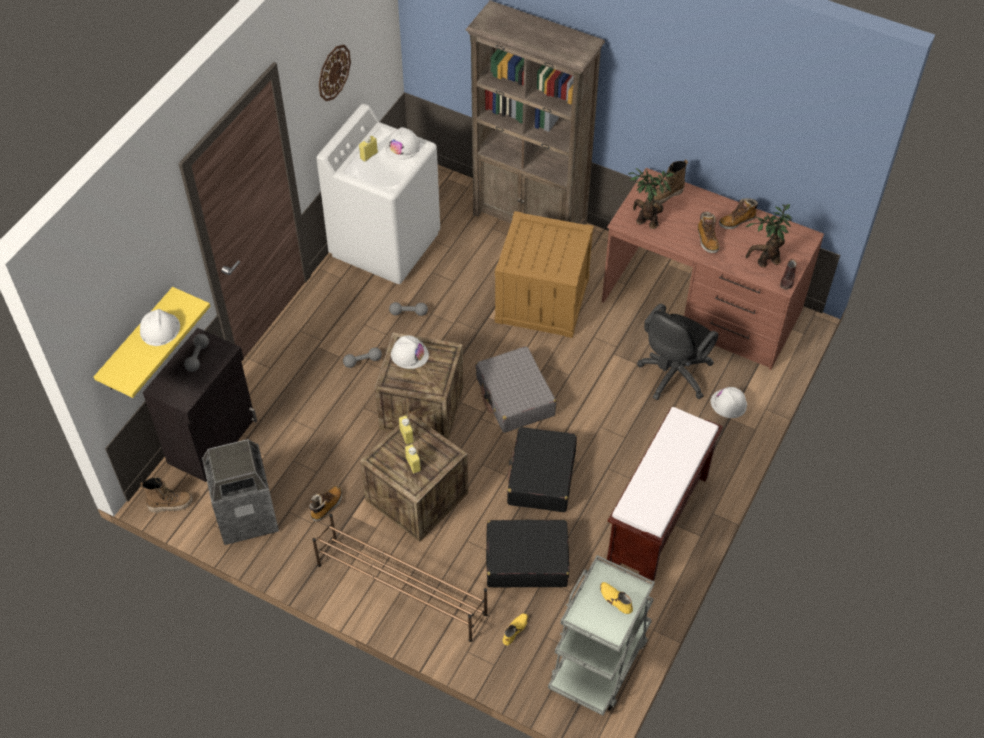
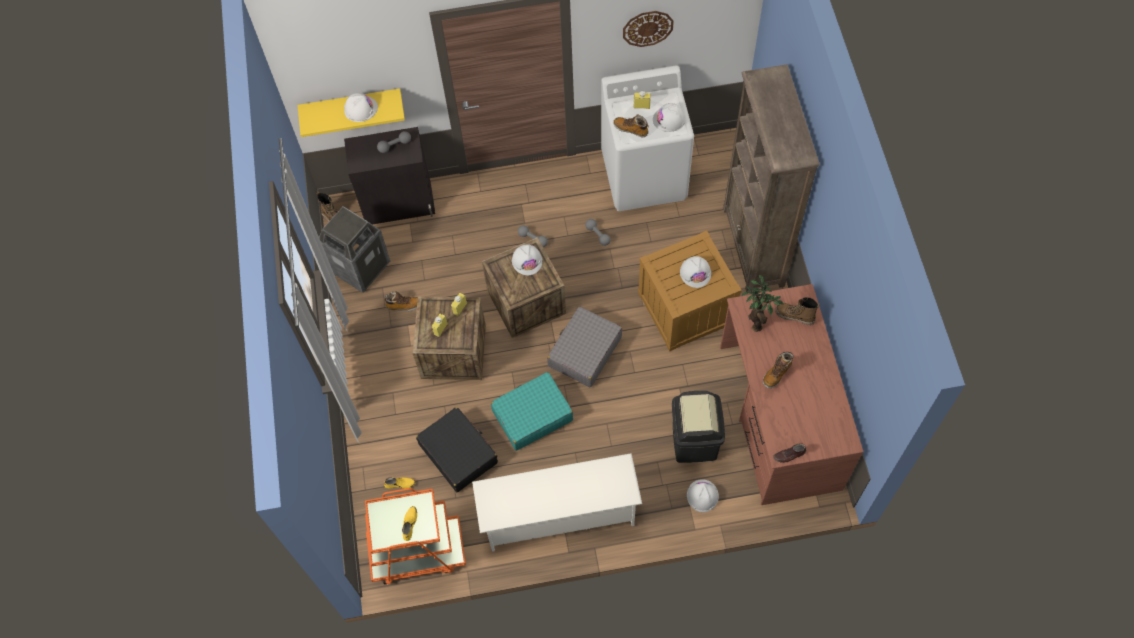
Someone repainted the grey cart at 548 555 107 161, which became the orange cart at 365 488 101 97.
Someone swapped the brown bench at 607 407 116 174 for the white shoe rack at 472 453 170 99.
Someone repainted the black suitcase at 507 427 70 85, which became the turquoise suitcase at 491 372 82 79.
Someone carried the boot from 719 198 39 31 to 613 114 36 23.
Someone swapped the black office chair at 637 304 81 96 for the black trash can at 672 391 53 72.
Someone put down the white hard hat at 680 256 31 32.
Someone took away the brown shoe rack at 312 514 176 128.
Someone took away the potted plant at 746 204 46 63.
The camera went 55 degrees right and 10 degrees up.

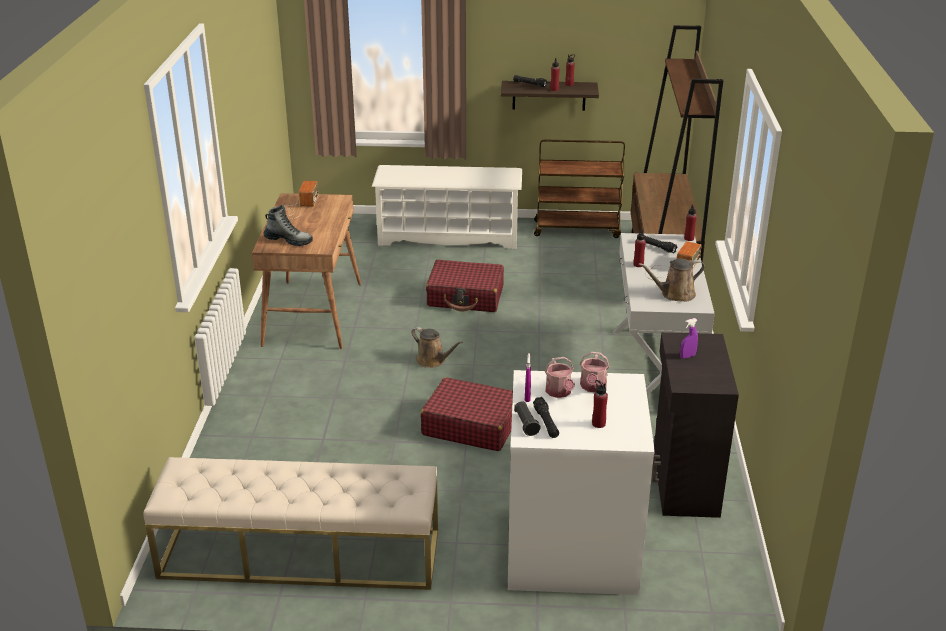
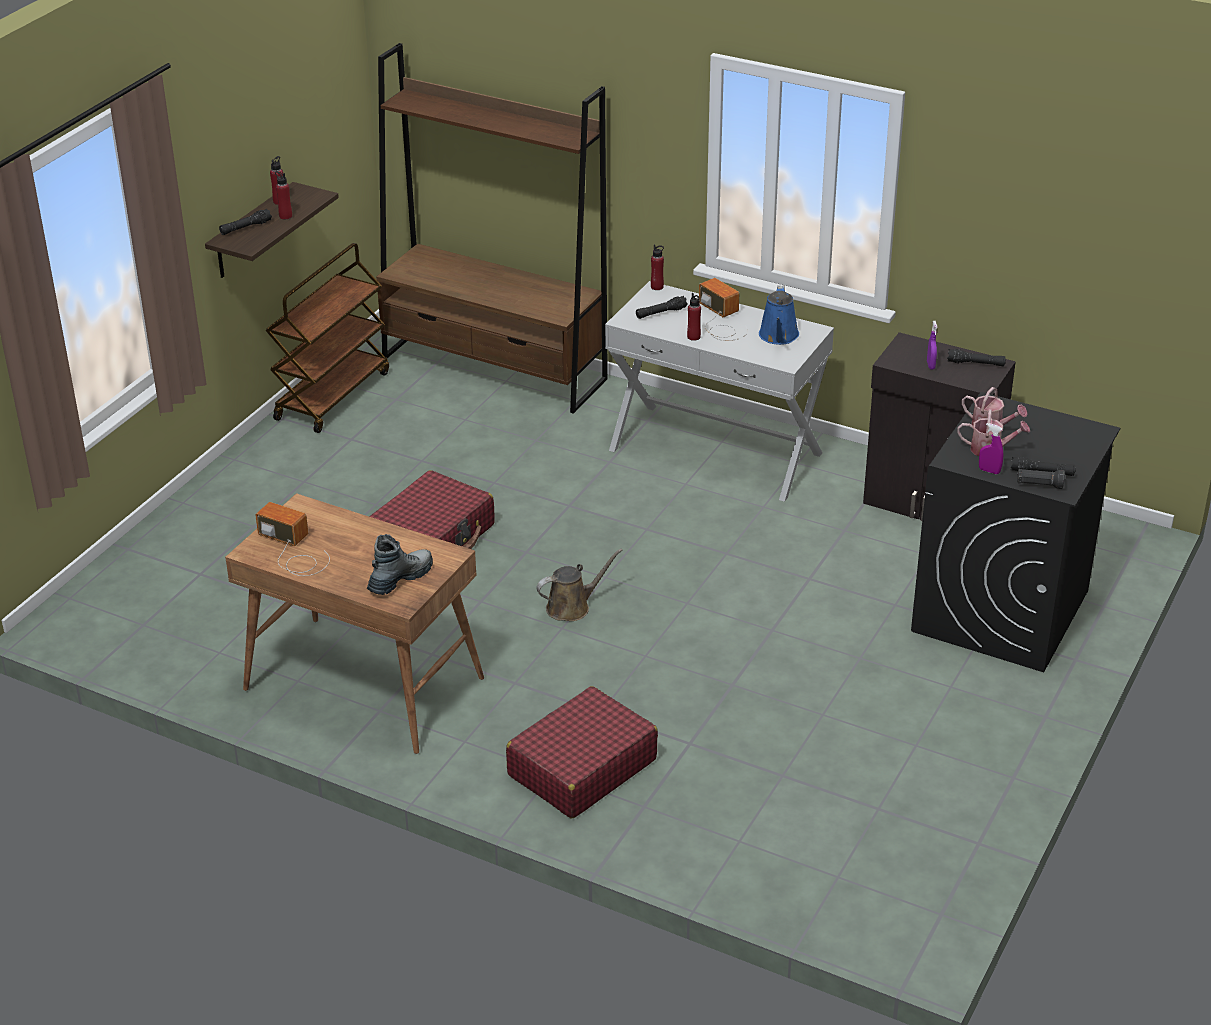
Someone carried the red suitcase from 420 377 93 74 to 506 686 152 132.
Someone repainted the brown watering can at 638 258 67 44, which became the blue watering can at 759 285 40 60.
Someone repainted the white washing machine at 508 370 147 225, which became the black washing machine at 911 392 209 280.
Someone put down the black flashlight at 947 349 59 17.
Someone took away the beige bench at 144 457 294 133.
Someone took away the white shoe rack at 372 165 150 84.
Someone took away the red bottle at 592 380 16 48.
The camera went 65 degrees left and 5 degrees up.

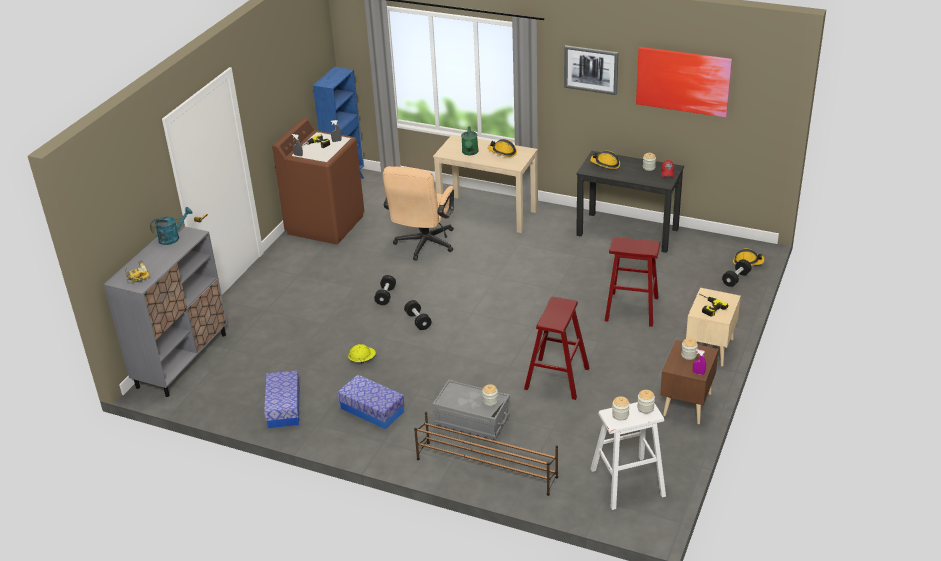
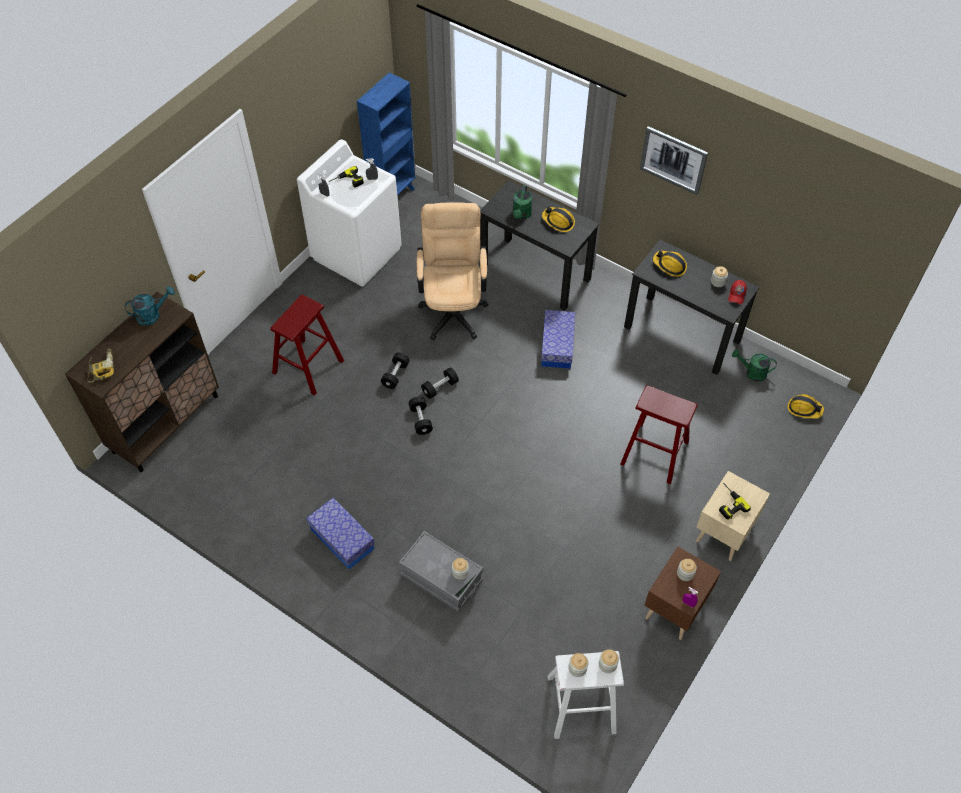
Someone repainted the grey cabinet at 103 225 124 172, which became the brown cabinet at 65 292 154 180.
Someone carried the red stool from 524 297 65 103 to 270 295 74 100.
Someone repainted the brown washing machine at 272 118 92 126, which became the white washing machine at 297 139 105 147.
Someone rotated the beige office chair at 383 166 71 94 by 150 degrees clockwise.
Someone carried the black dumbbell from 722 259 30 28 to 421 368 38 31.
Someone repainted the beige desk at 433 135 105 98, which became the black desk at 480 181 119 130.
Someone carried the storage box from 264 370 36 58 to 541 310 34 59.
Someone put down the green watering can at 732 350 45 32.
Someone took away the yellow hard hat at 348 344 28 20.
Someone took away the brown shoe rack at 414 412 144 84.
Someone took away the picture at 636 47 96 70.
The camera went 10 degrees right and 20 degrees up.

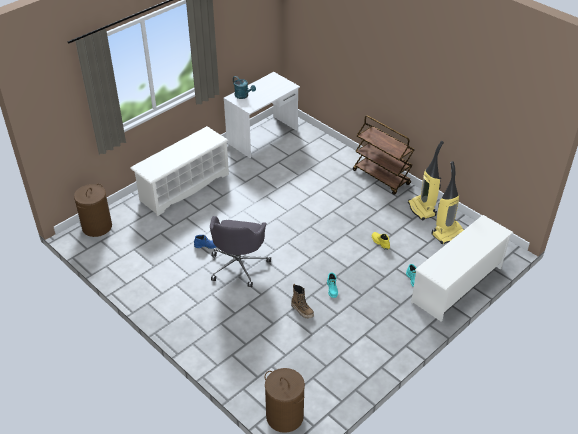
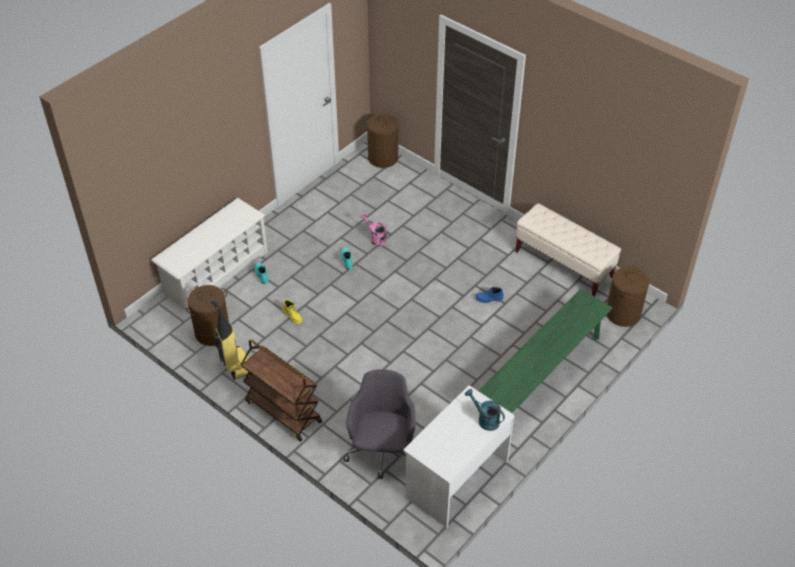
Someone swapped the vacuum cleaner at 431 161 34 83 for the brown laundry basket at 186 285 43 61.
Someone carried the grey office chair from 210 216 61 71 to 344 369 72 110.
Someone swapped the boot at 291 284 23 34 for the pink watering can at 360 213 29 33.
Someone swapped the white shoe rack at 130 126 99 91 for the green bench at 478 289 135 124.
Someone put down the beige bench at 515 203 106 94.
The camera went 175 degrees right and 5 degrees up.

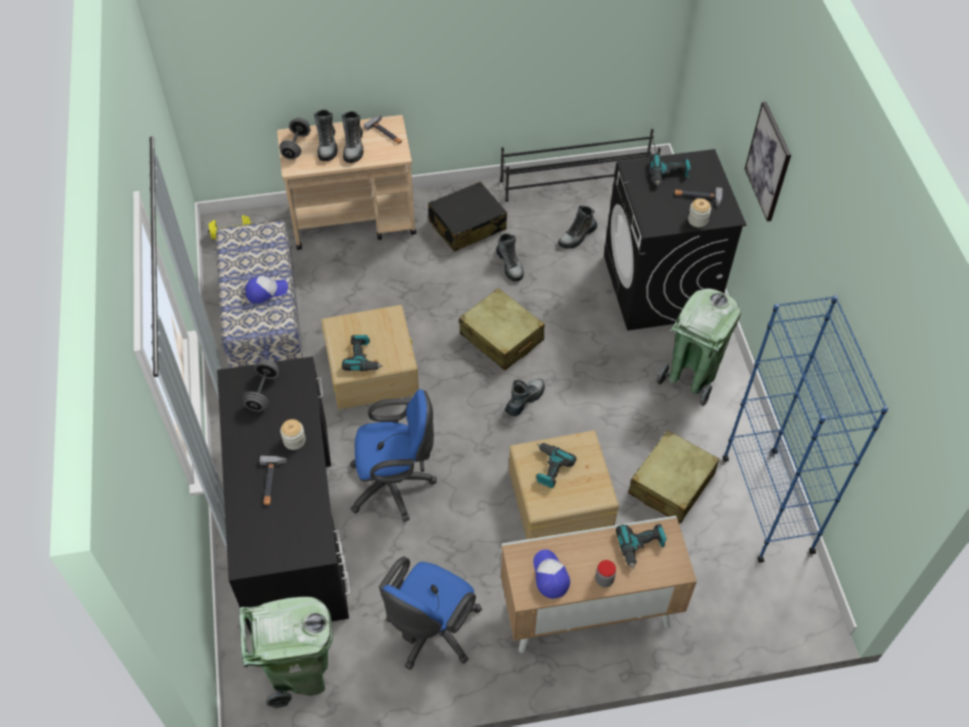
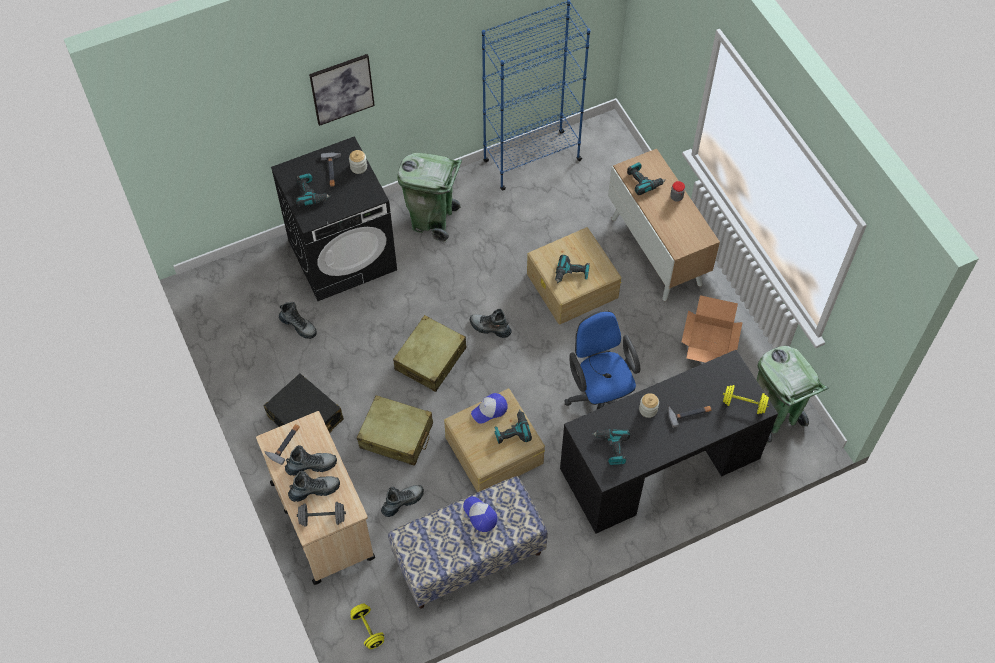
Someone carried the beige suitcase from 628 430 91 94 to 357 395 76 71.
Someone carried the boot from 496 233 28 48 to 381 485 43 32.
Someone carried the cap from 533 549 37 50 to 471 393 37 31.
Someone swapped the grey dumbbell at 243 359 36 52 for the power drill at 592 429 38 36.
Someone swapped the blue office chair at 379 556 103 114 for the cardboard box at 682 295 61 68.
Someone put down the yellow dumbbell at 723 385 46 29.
Someone took away the black shoe rack at 500 129 161 73.
The camera went 105 degrees left and 5 degrees up.

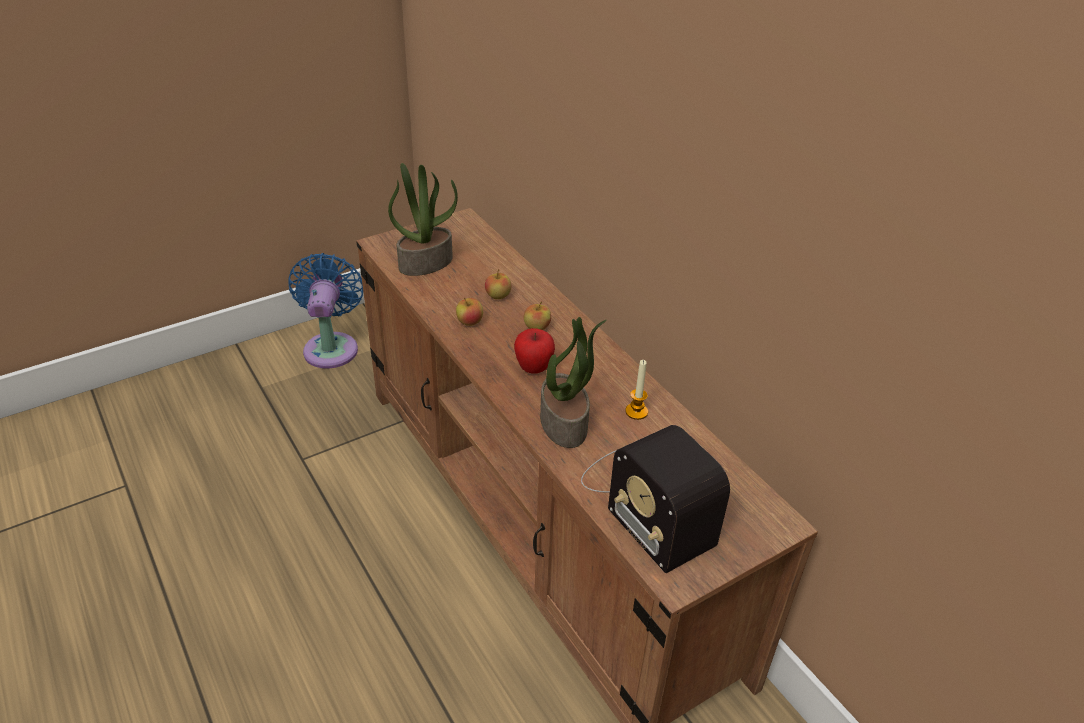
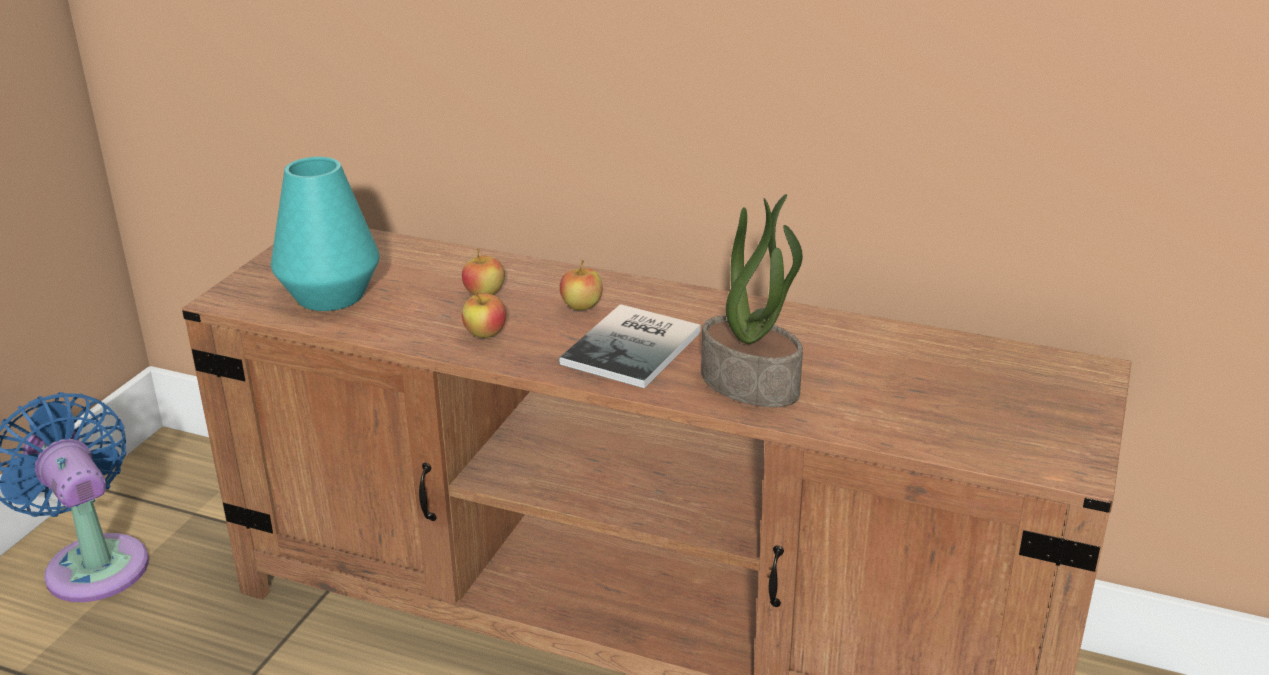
Someone swapped the potted plant at 388 163 70 113 for the turquoise vase at 271 157 108 154.
Someone swapped the apple at 514 328 41 45 for the book at 559 304 142 84.
Someone took away the radio at 581 425 149 148.
Someone took away the candle at 625 360 23 60.
The camera went 35 degrees left and 10 degrees down.

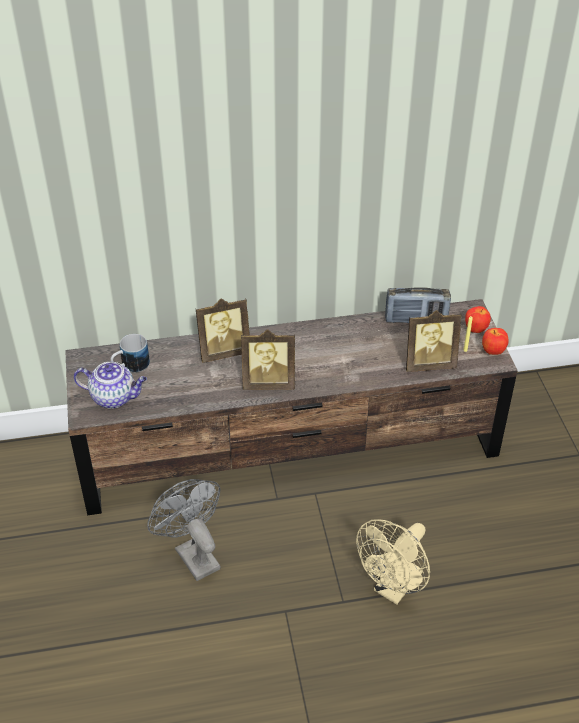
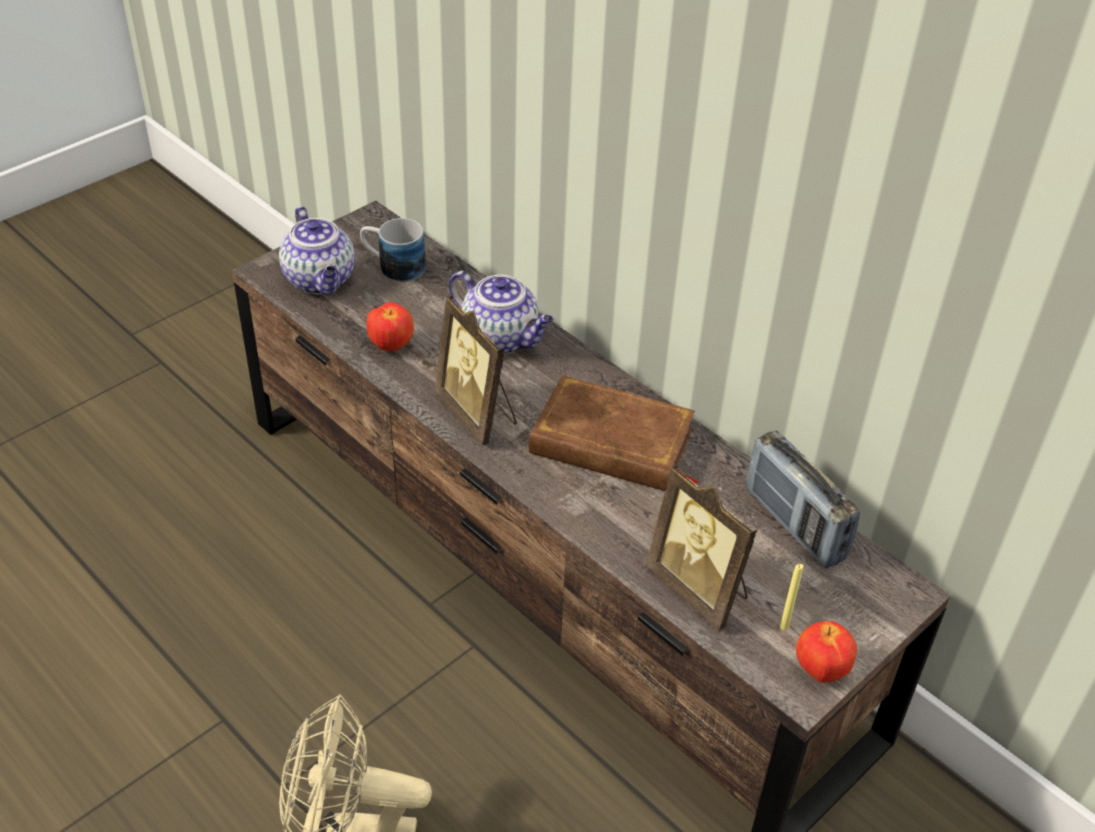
Someone carried the apple from 465 306 26 27 to 367 302 47 49.
Someone swapped the picture frame at 195 298 55 65 for the teapot at 449 271 105 83.
Someone put down the brown book at 529 375 170 116.
Someone took away the grey fan at 147 479 74 102.
The camera went 55 degrees right and 0 degrees up.

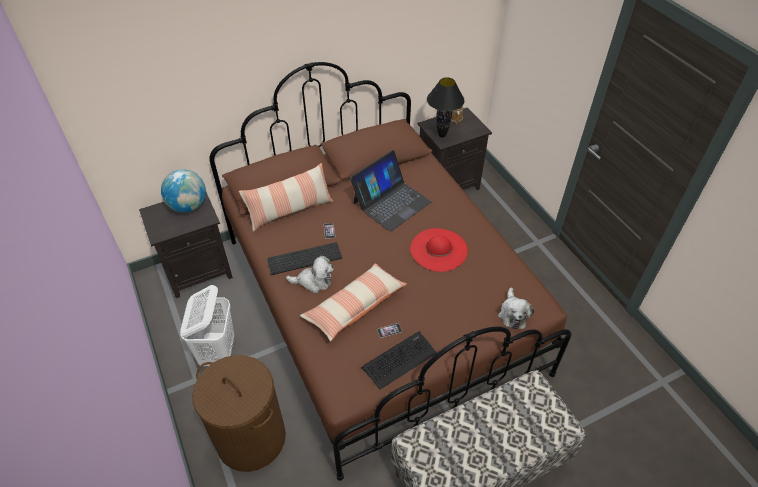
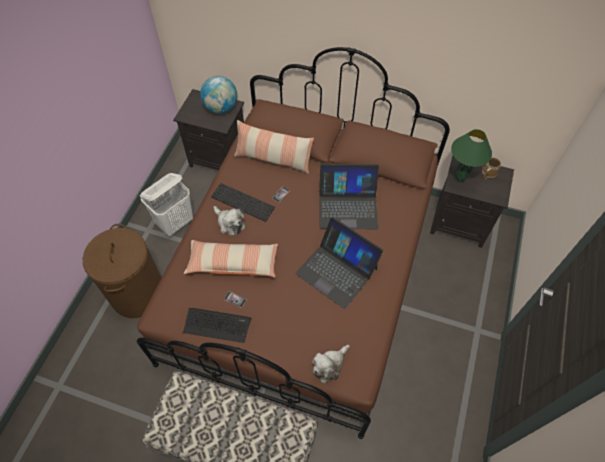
Someone swapped the red hat at 410 228 58 44 for the laptop at 296 217 87 92.
Someone repainted the black table lamp at 427 77 38 61, which became the green table lamp at 451 129 41 53.
The camera went 45 degrees right and 10 degrees up.

